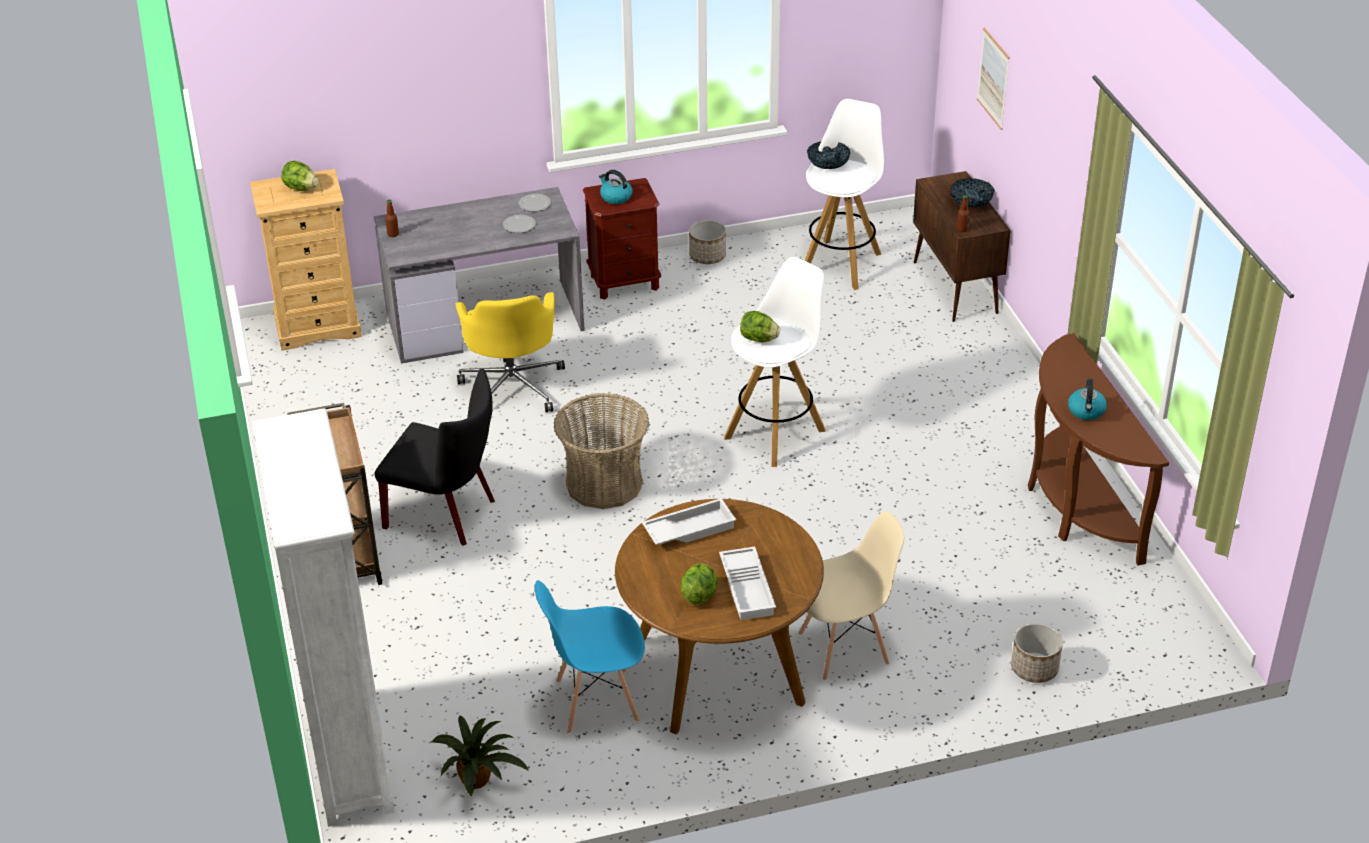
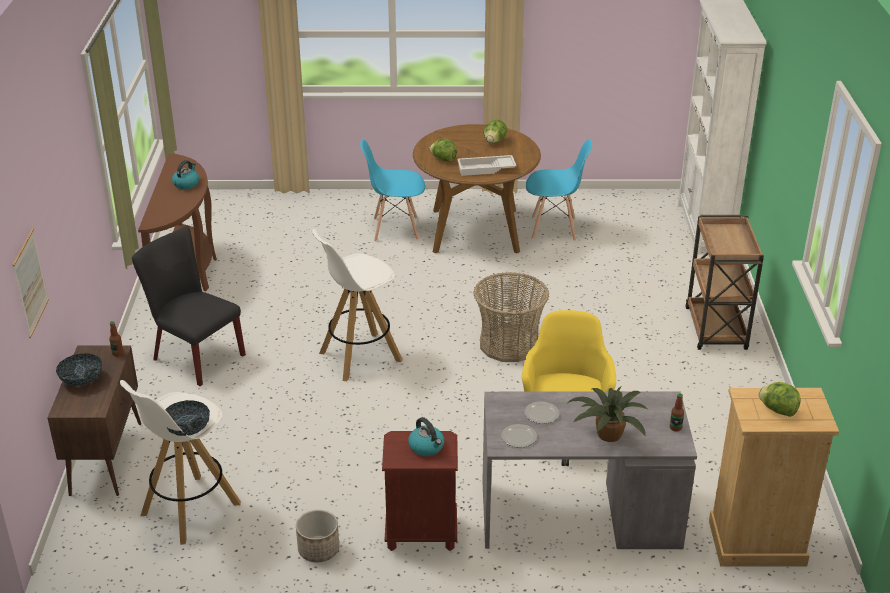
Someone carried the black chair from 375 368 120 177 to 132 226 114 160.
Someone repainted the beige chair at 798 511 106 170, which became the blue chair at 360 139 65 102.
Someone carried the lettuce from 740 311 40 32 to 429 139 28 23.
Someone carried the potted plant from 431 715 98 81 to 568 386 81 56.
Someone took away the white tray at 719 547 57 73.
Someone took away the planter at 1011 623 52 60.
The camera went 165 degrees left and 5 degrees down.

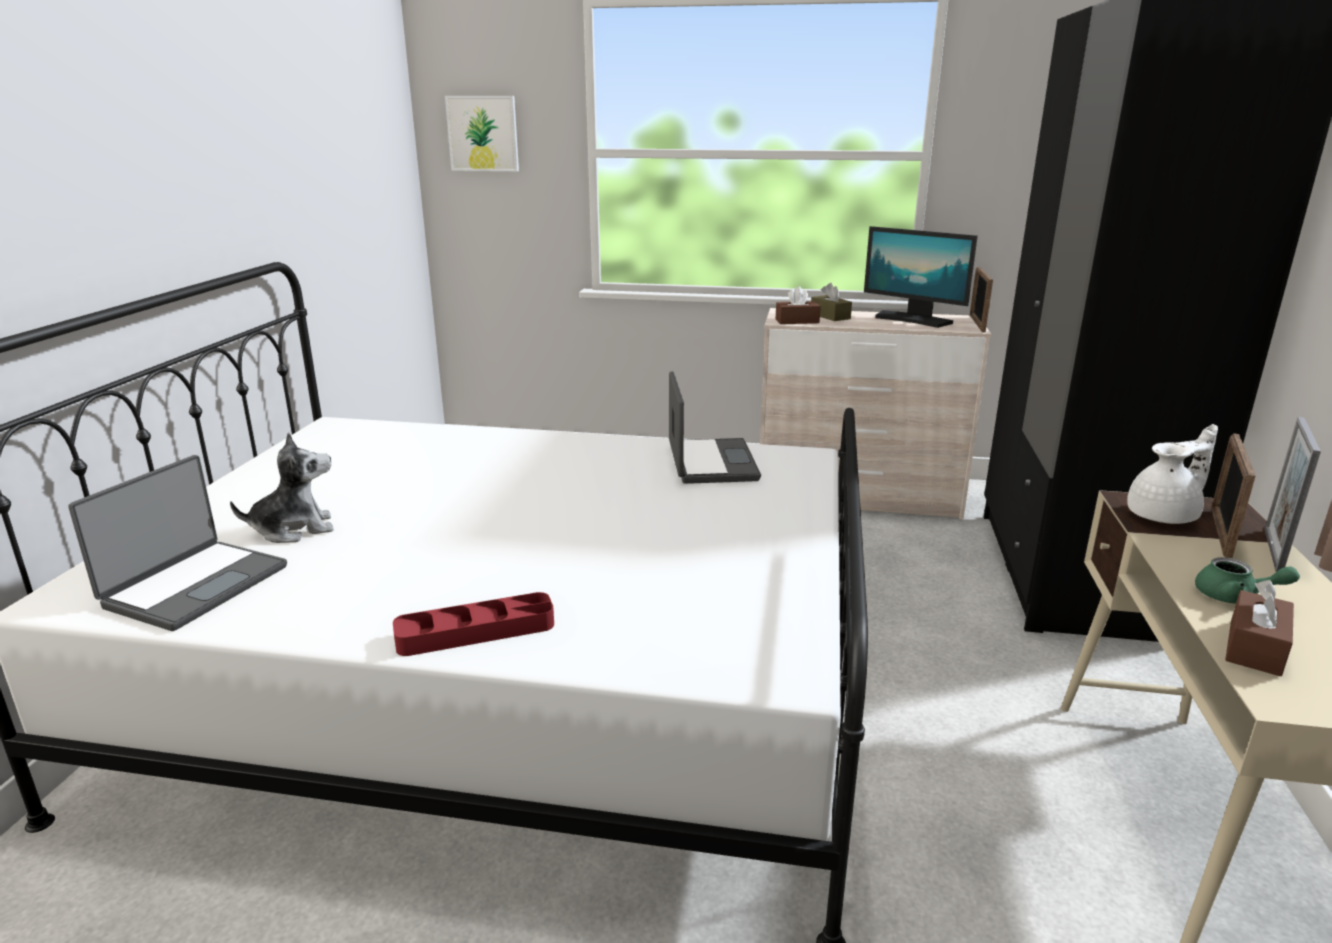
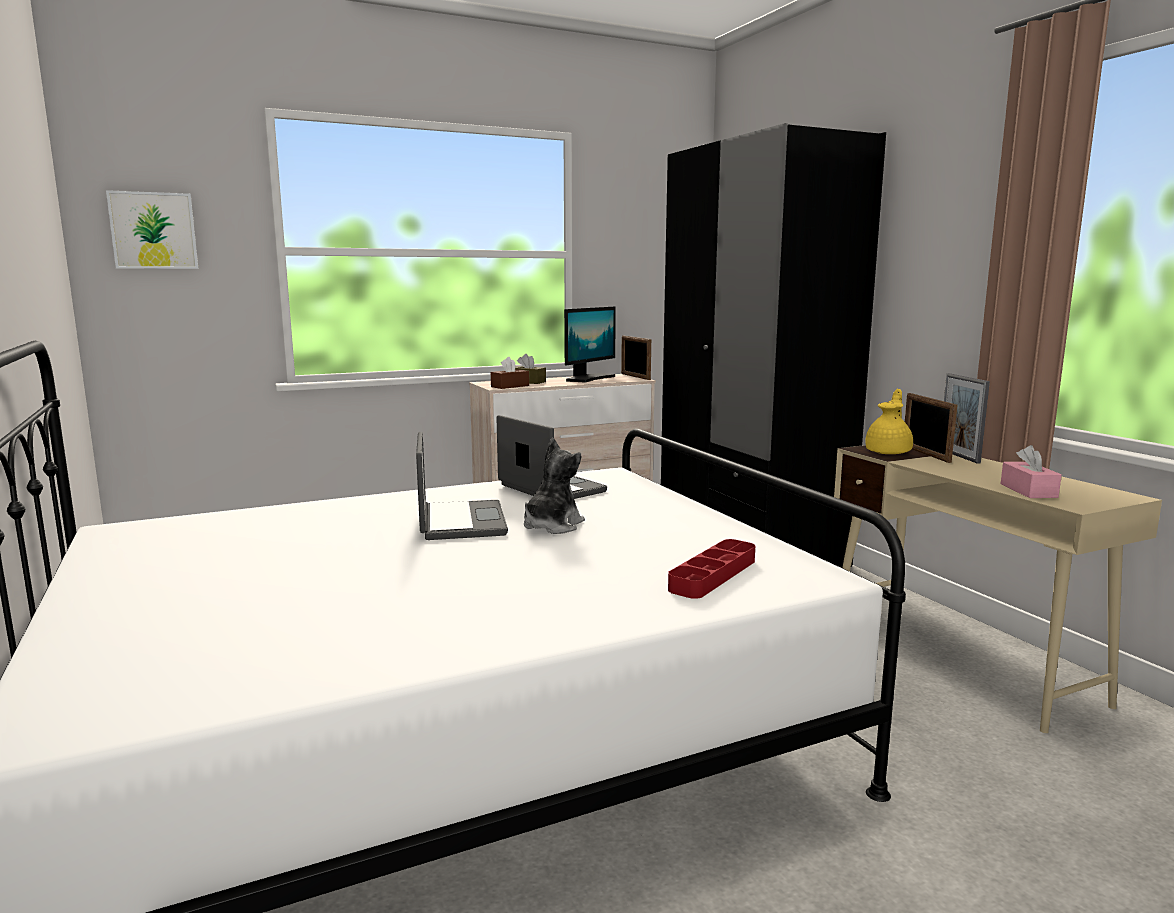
Someone carried the laptop from 68 455 219 176 to 416 432 92 108.
Someone carried the plush toy from 230 432 104 111 to 524 438 61 96.
Someone rotated the monitor at 864 226 114 102 by 60 degrees counterclockwise.
Someone carried the red tray from 393 592 161 64 to 668 539 87 60.
Someone repainted the white teapot at 1127 424 91 100, which became the yellow teapot at 865 389 48 65.
Someone repainted the brown tissue box at 1225 580 69 96, which became the pink tissue box at 1001 445 61 53.
Someone took away the green teapot at 1195 557 105 47.
The camera went 35 degrees left and 10 degrees down.

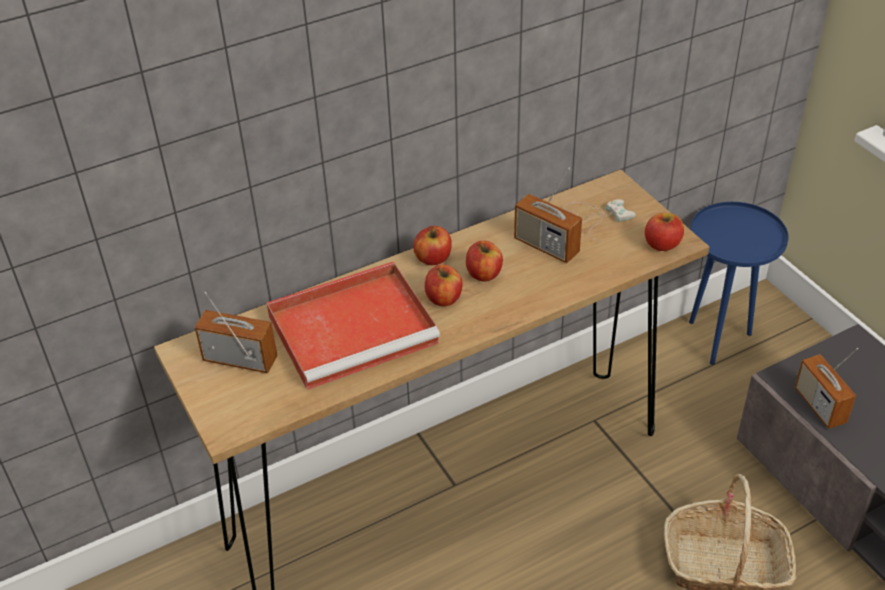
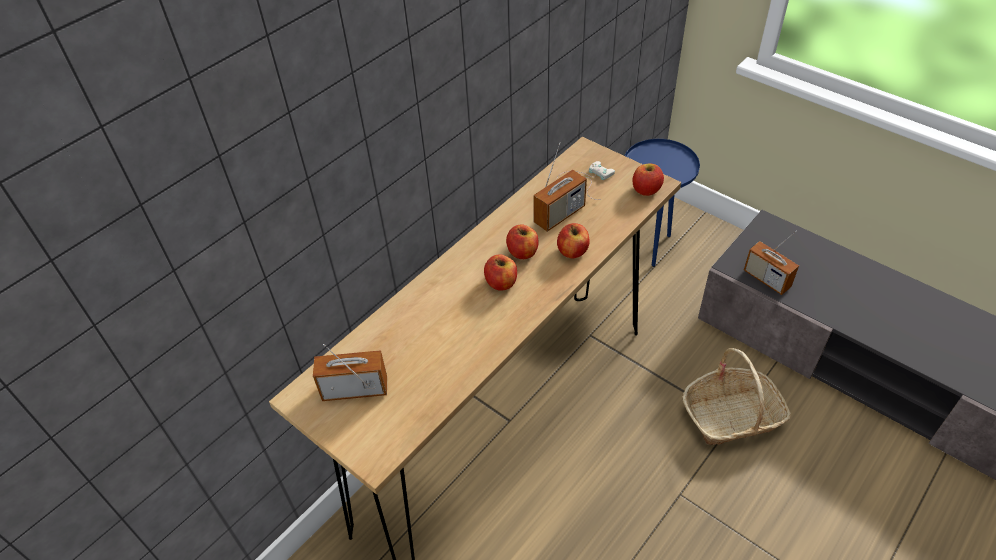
Someone rotated the radio at 514 168 68 95 by 60 degrees counterclockwise.
Someone carried the apple from 414 226 38 39 to 557 223 33 35.
Someone took away the red tray at 267 262 173 128.
The camera went 20 degrees left and 5 degrees up.

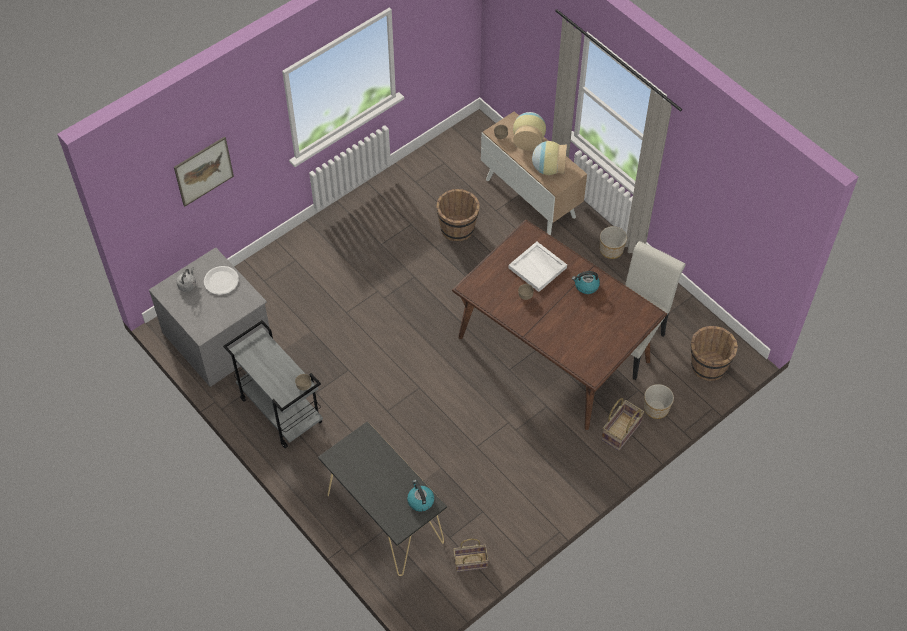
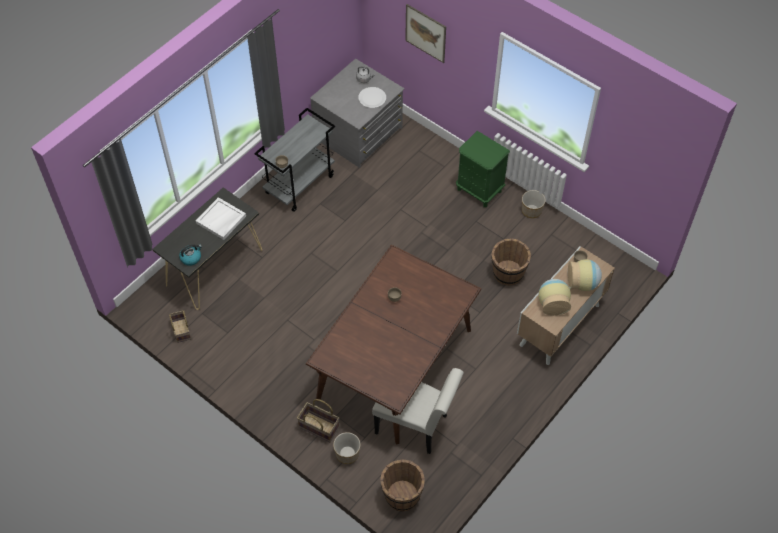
Someone carried the white tray from 509 241 58 51 to 196 197 50 43.
Someone put down the green nightstand at 456 131 54 76.
Someone carried the planter from 600 226 27 33 to 522 190 24 28.
Someone took away the kettle at 572 271 28 23.
The camera went 80 degrees right and 0 degrees up.

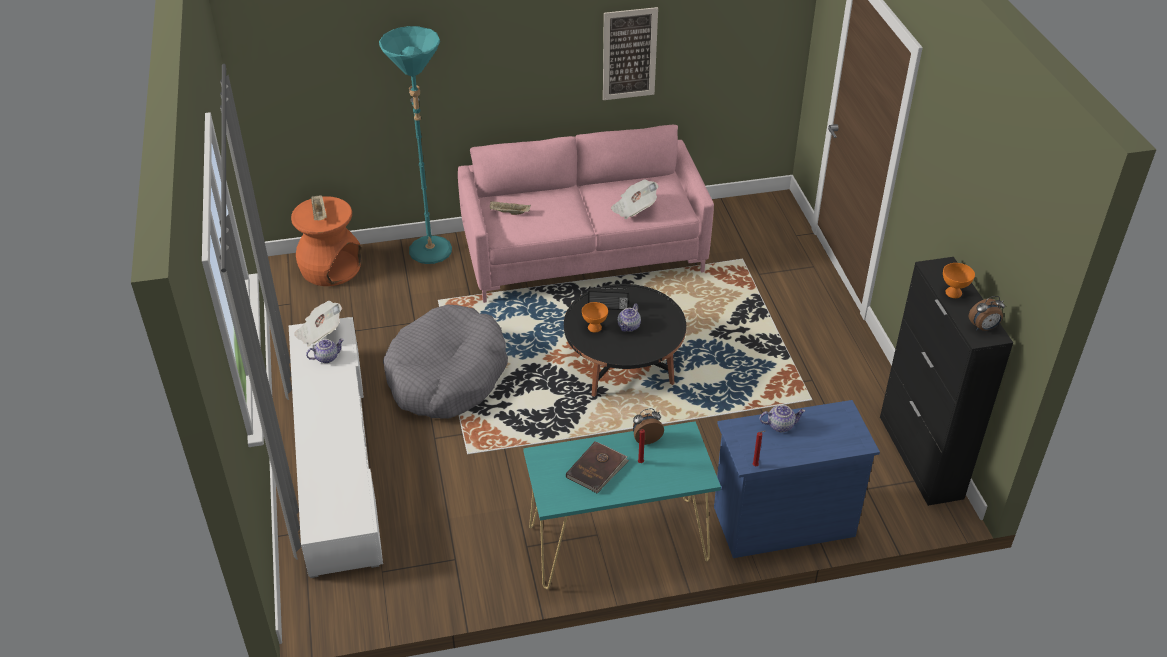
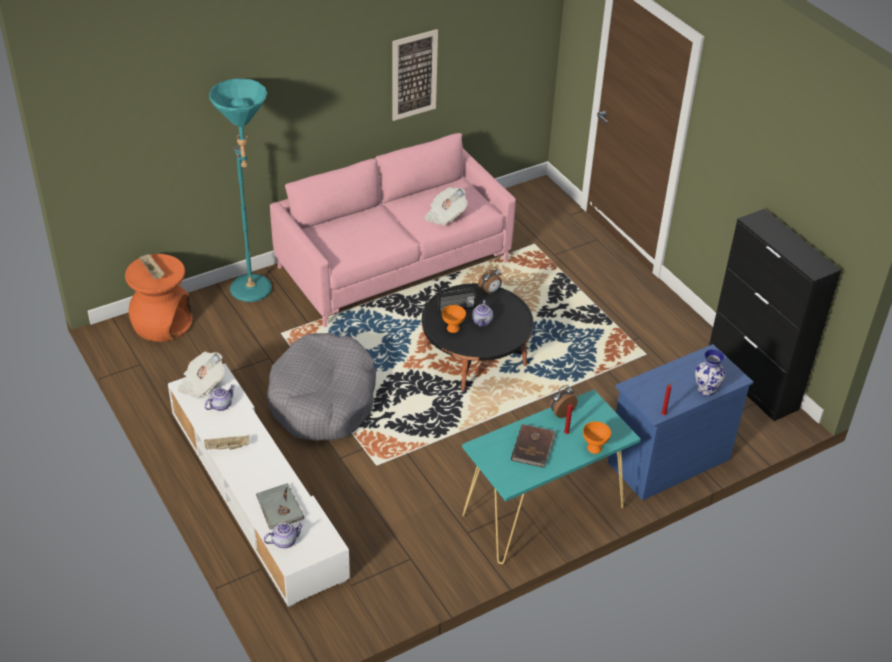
Someone carried the beige tray from 490 201 41 14 to 204 435 46 15.
Someone put down the grey book at 256 483 48 47.
Someone carried the teapot from 760 405 45 27 to 264 523 40 25.
Someone carried the alarm clock from 968 296 37 35 to 478 267 24 27.
Someone carried the orange bowl from 943 263 32 35 to 583 421 28 33.
Someone put down the vase at 695 349 31 47.
The camera went 20 degrees left and 0 degrees up.

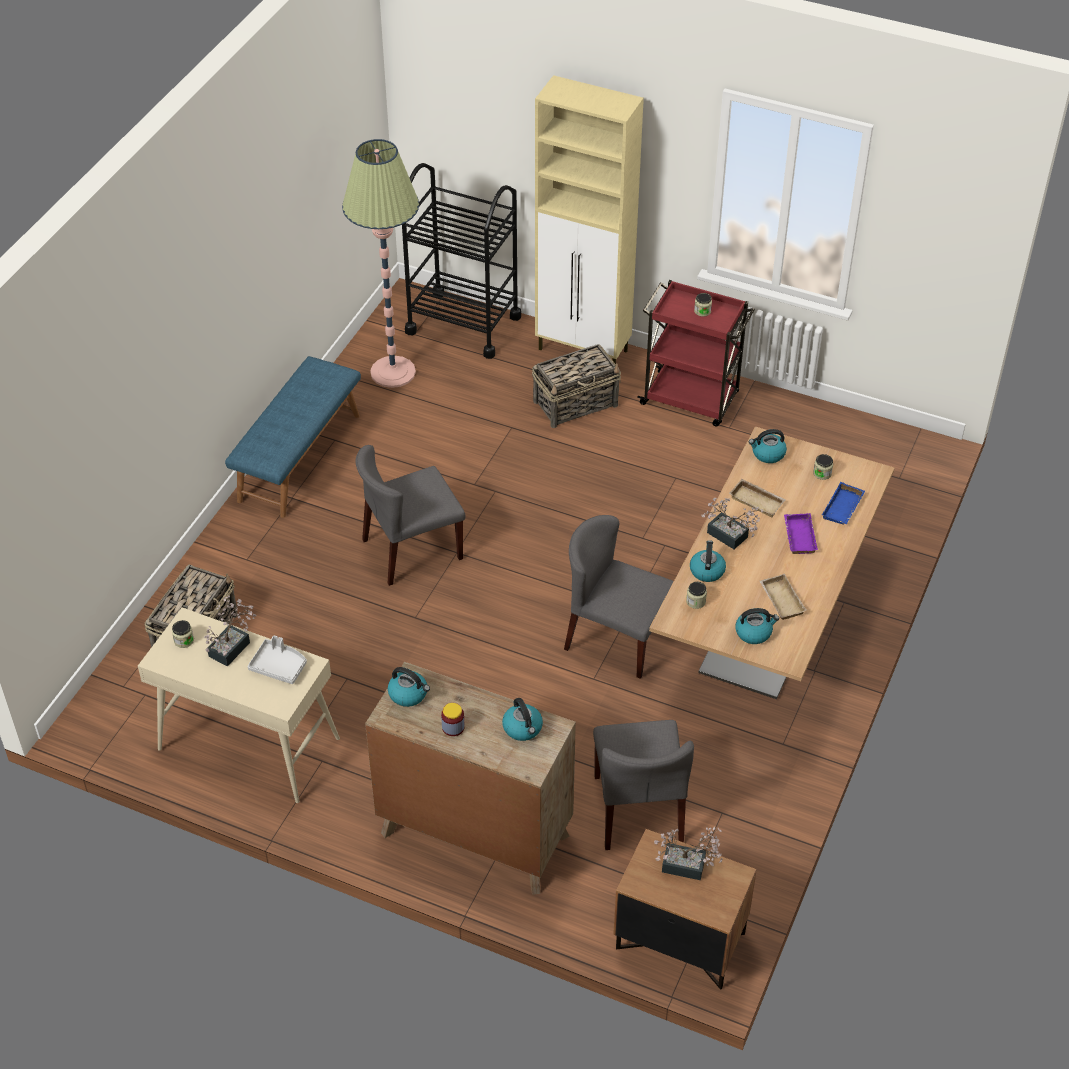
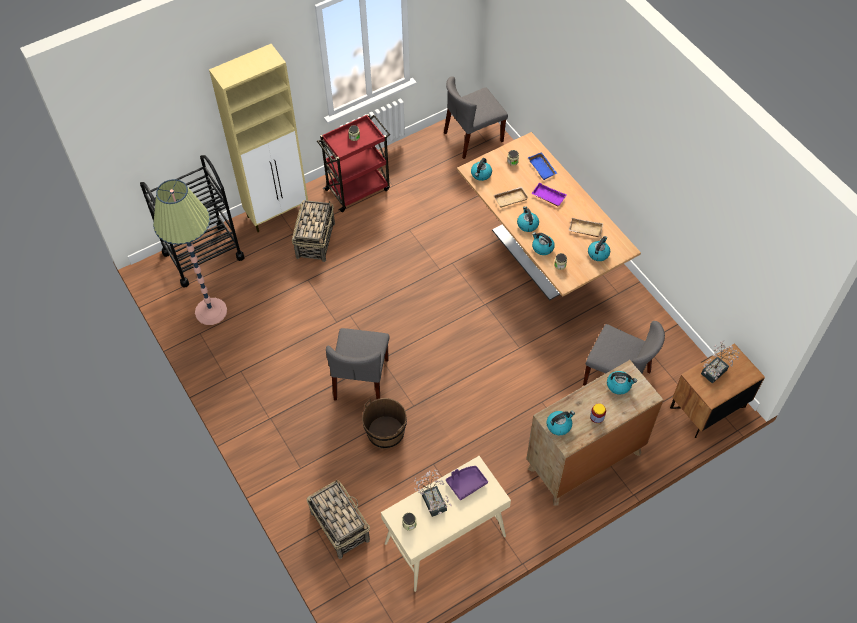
Someone put down the brown bucket at 362 398 45 51.
Someone carried the grey chair from 564 515 110 164 to 444 76 64 83.
Someone repainted the grey tray at 248 635 59 49, which became the purple tray at 446 466 42 34.
Someone swapped the potted plant at 701 498 62 51 for the kettle at 517 206 22 26.
Someone took away the blue bench at 225 356 136 162.
The camera went 55 degrees left and 10 degrees up.

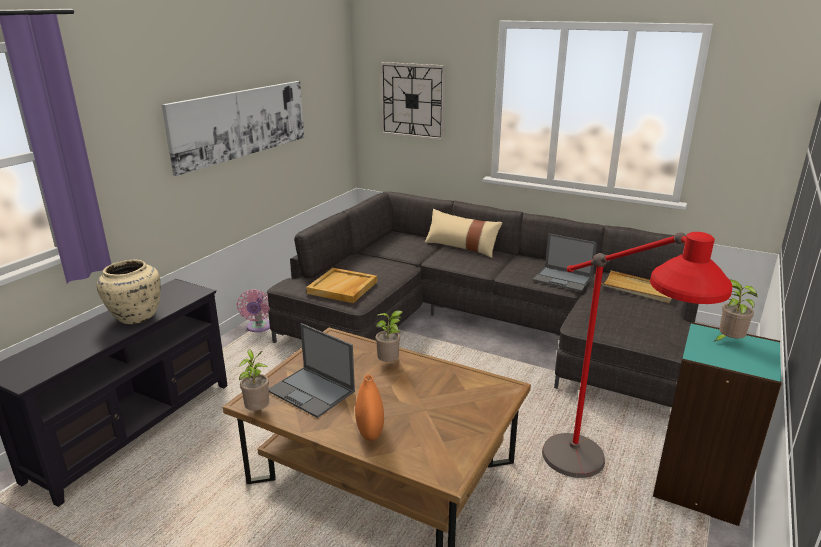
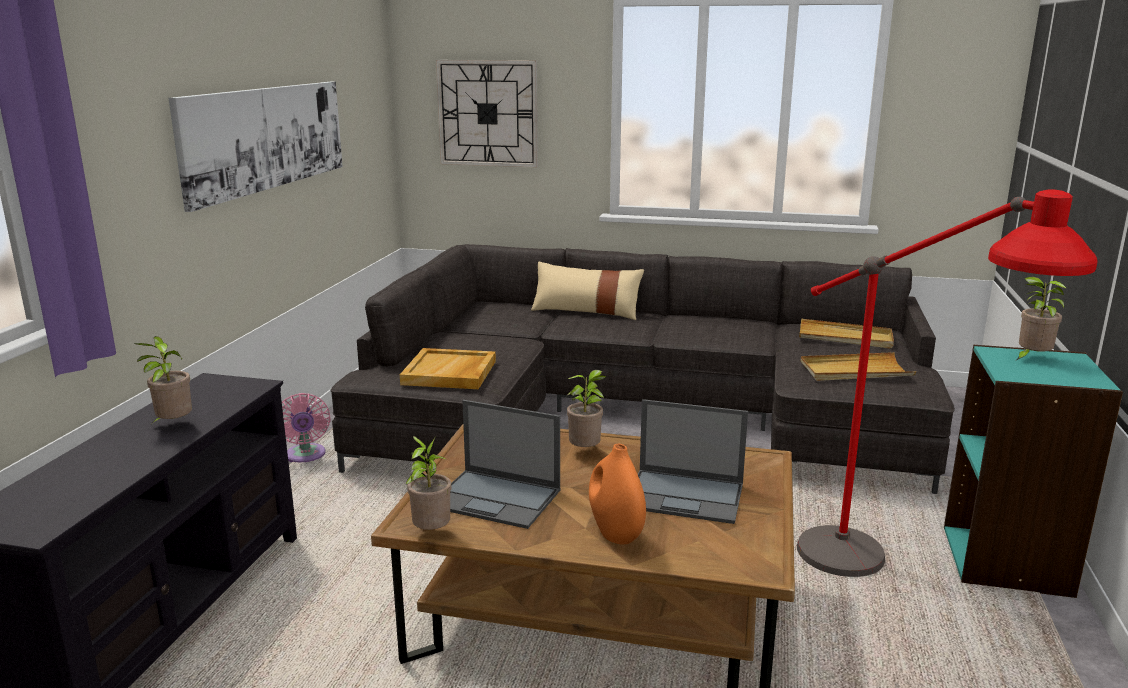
Someone swapped the beige vase at 97 260 64 64 for the potted plant at 135 336 57 87.
Someone carried the laptop from 533 233 64 59 to 638 399 110 125.
Someone put down the beige tray at 801 352 115 29.
The camera went 15 degrees left and 5 degrees down.

